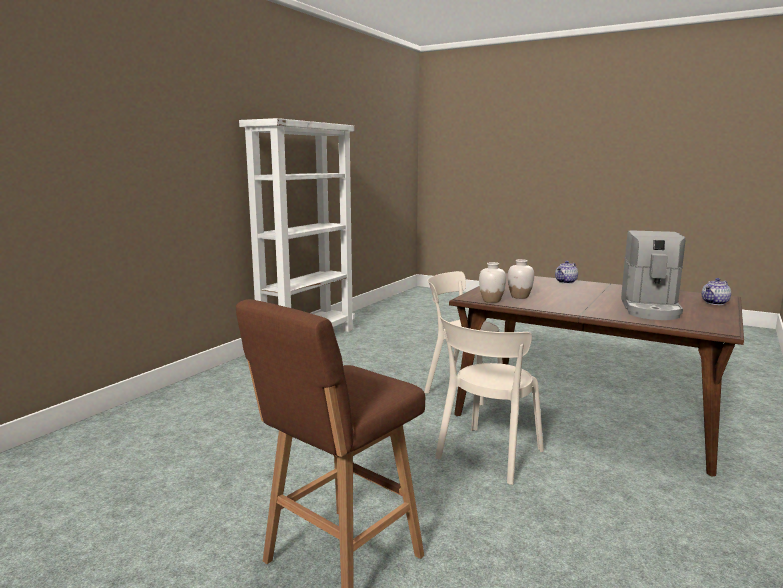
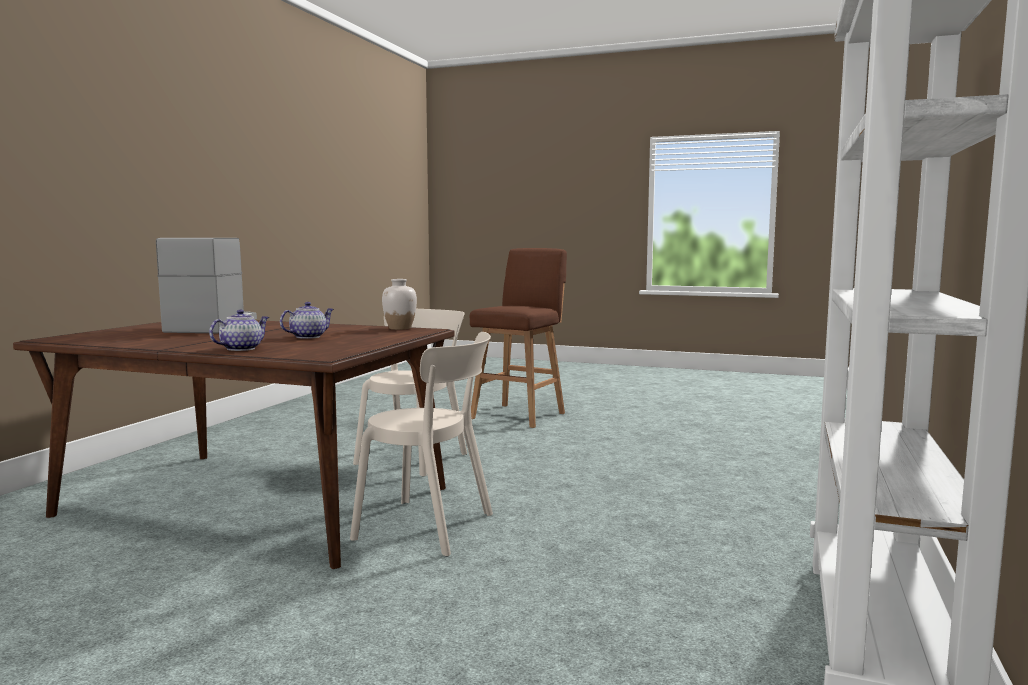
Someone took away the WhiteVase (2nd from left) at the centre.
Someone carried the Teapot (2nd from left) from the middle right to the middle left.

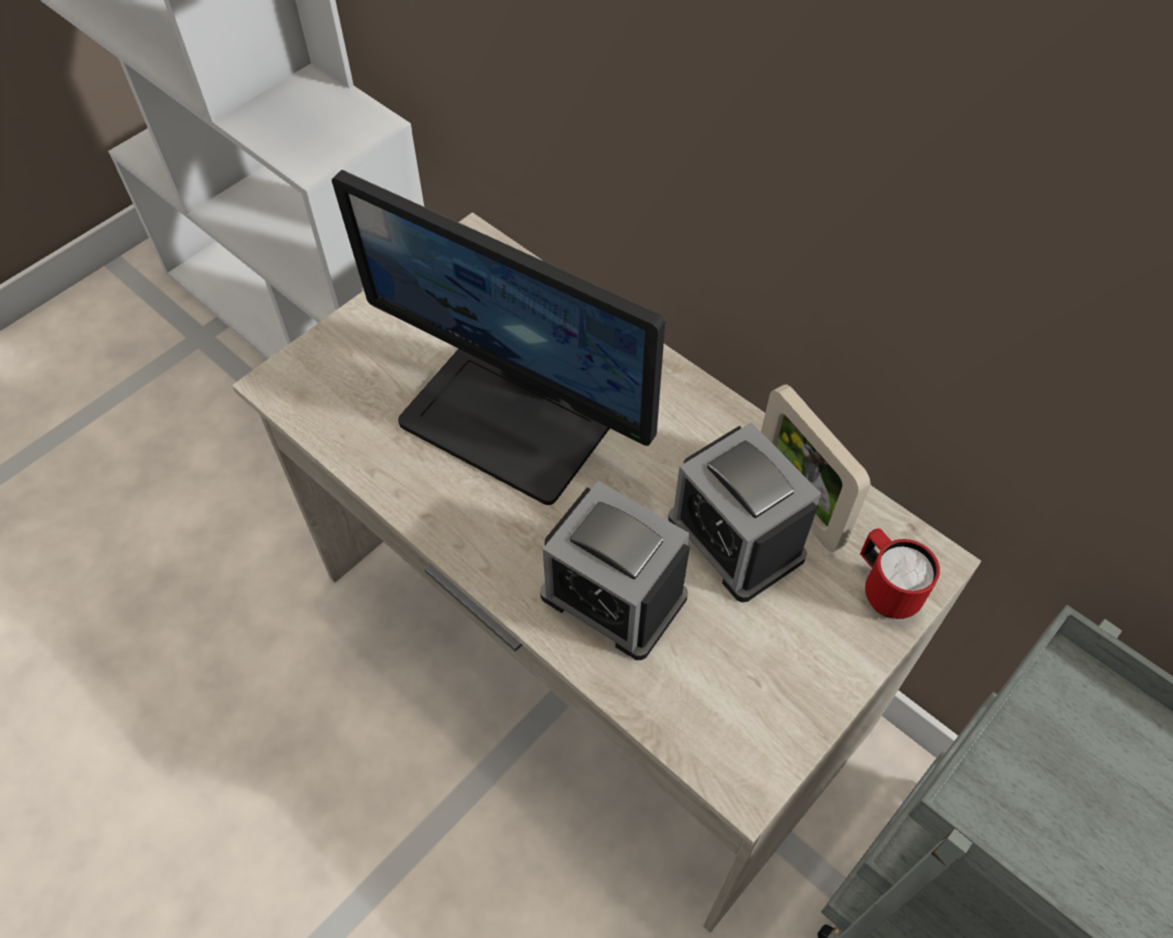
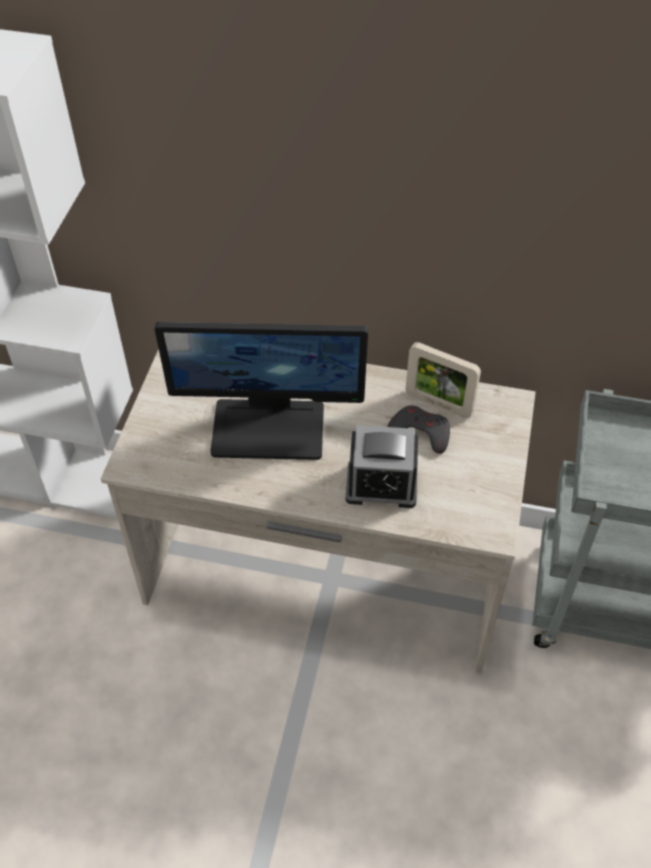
Someone swapped the AlarmClock (2nd from left) at the centre for the GreyGameController at the centre.
Someone took away the RedMug at the middle right.

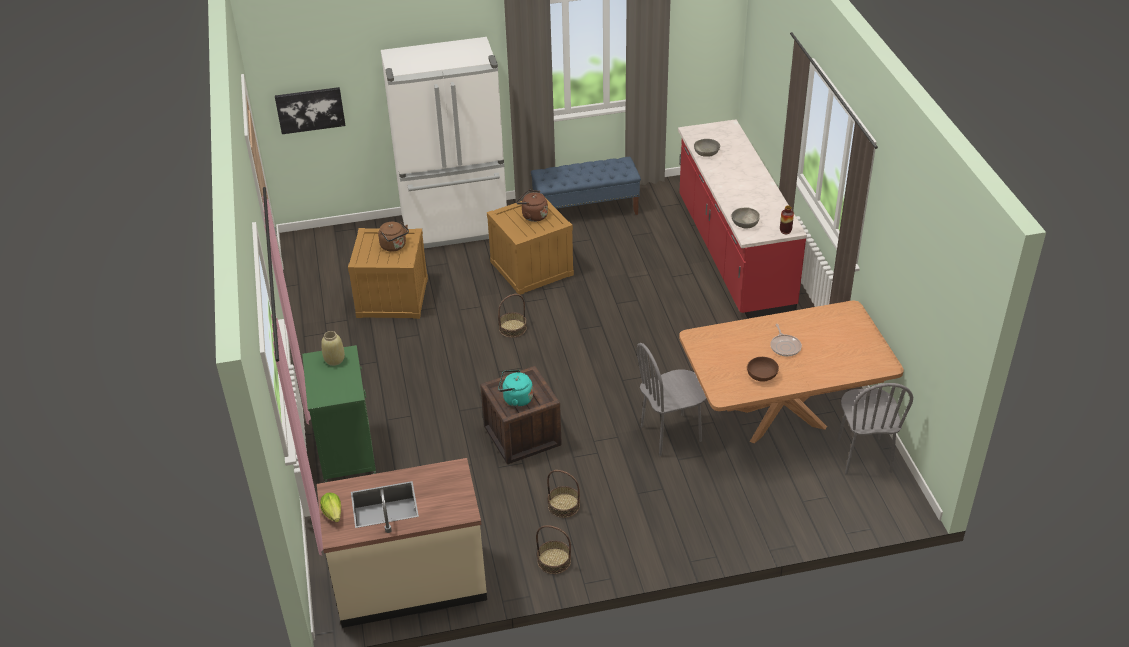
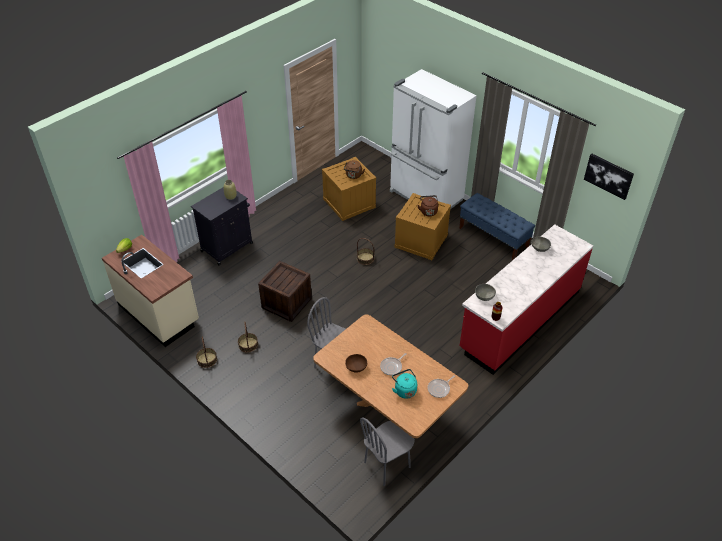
Someone carried the Picture from the top left to the top right.
Someone repainted the GreenCabinet at the middle left, which became the BlackCabinet at the middle left.
Someone carried the TurquoiseKettle from the centre to the bottom centre.
Someone put down the FryingPan (2nd from left) at the bottom centre.

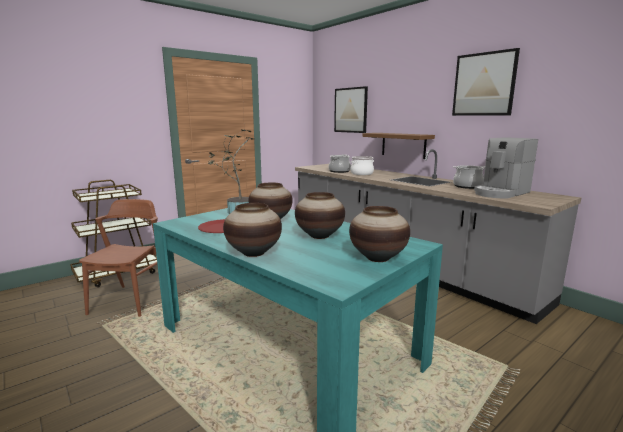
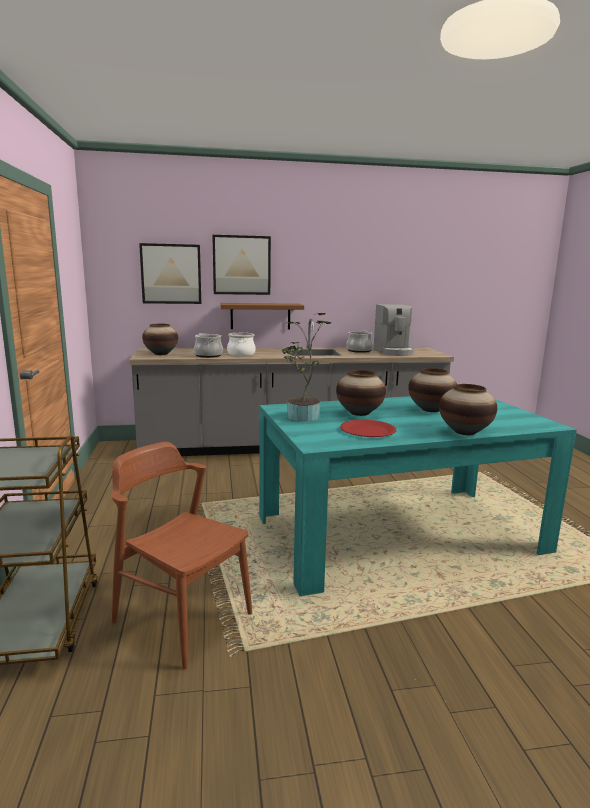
Someone carried the Picture (2nd from left) from the top right to the top centre.
Someone carried the Vase (4th from left in the first image) from the centre to the middle left.

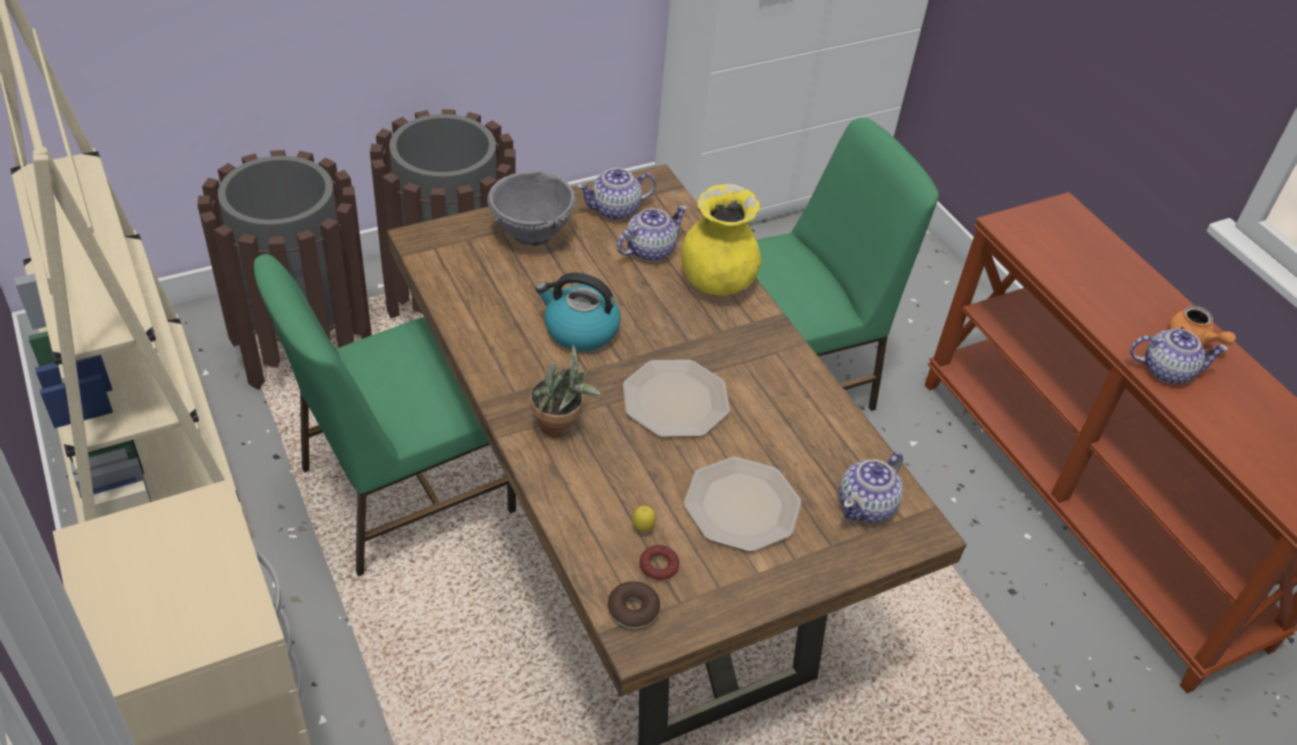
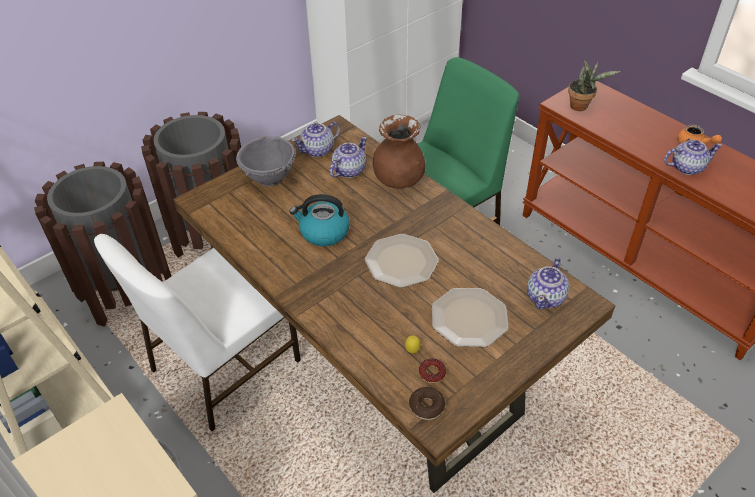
Someone repainted the YellowVase at the top centre, which became the BrownVase at the top centre.
Someone repainted the GreenChair (1st from left) at the middle left, which became the WhiteChair at the bottom left.
Someone carried the PottedPlant from the centre to the top right.

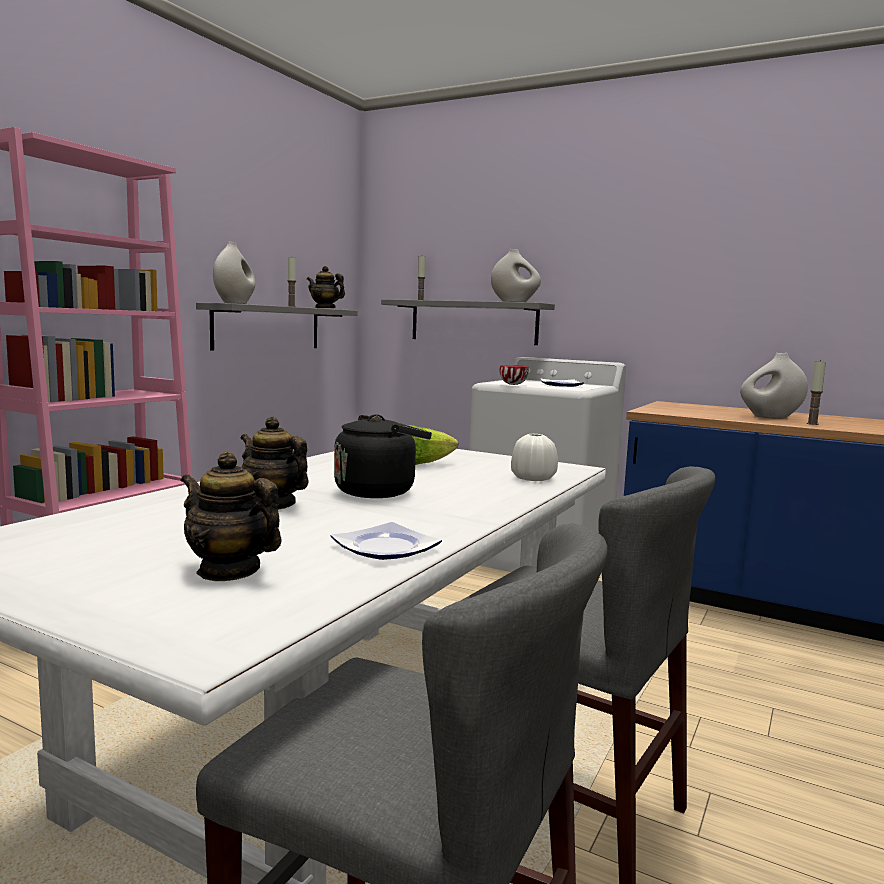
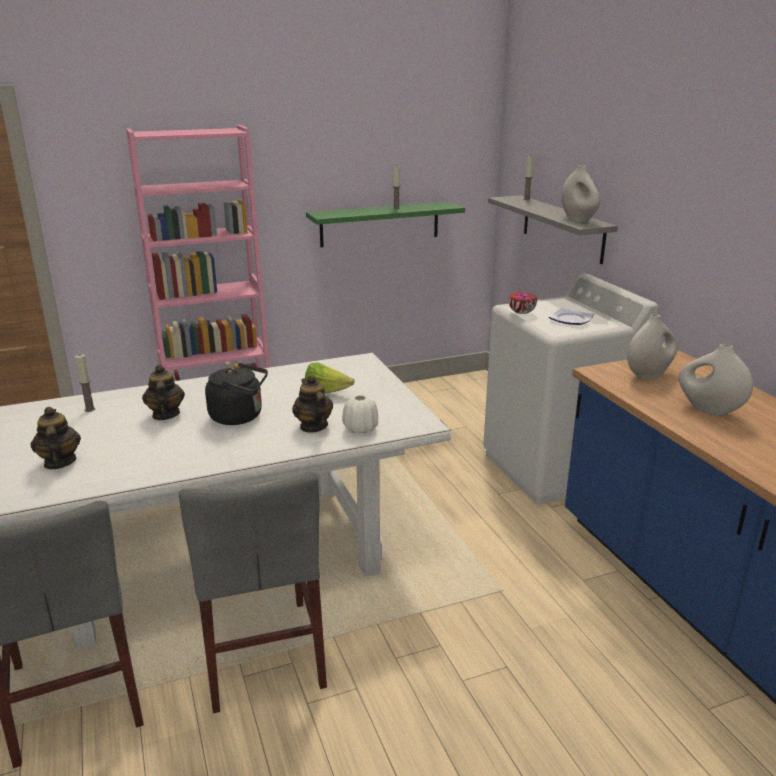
Someone carried the WhiteVase (1st from left in the first image) from the top left to the middle right.
Someone carried the Teapot (3rd from left) from the top centre to the centre.
Someone repainted the GreyShelf (1st from left) at the middle left, which became the GreenShelf at the top centre.
Someone carried the Candle (3rd from left in the first image) from the middle right to the middle left.
Someone took away the Plate (1st from left) at the centre.

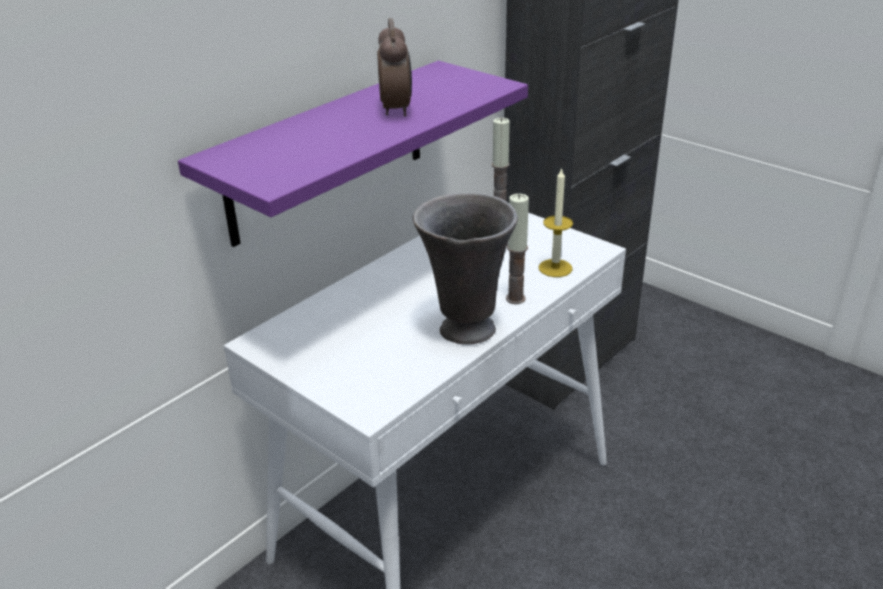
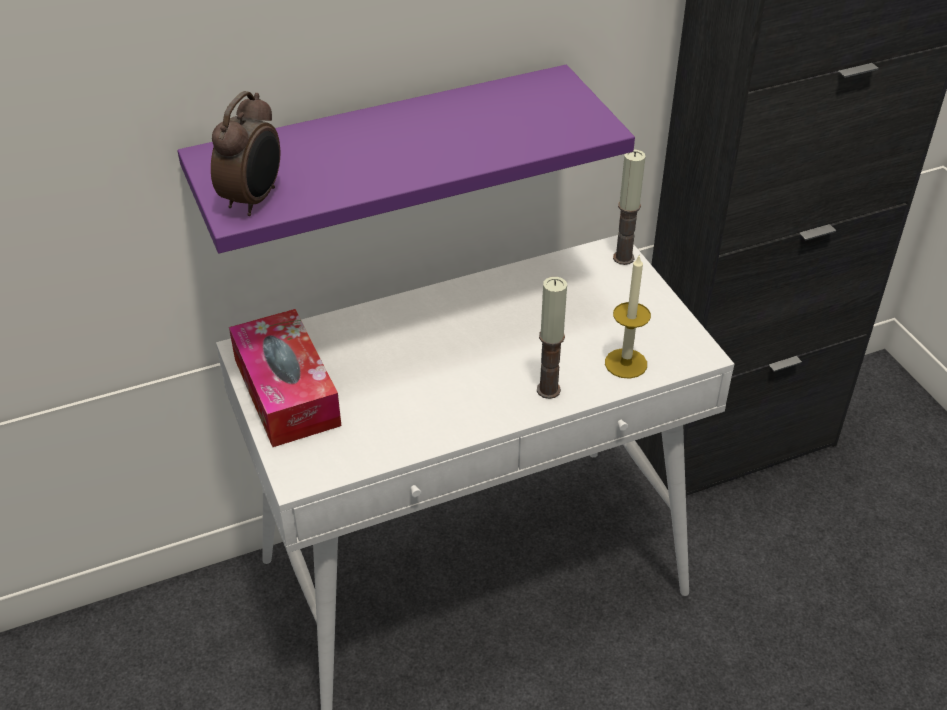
Someone carried the AlarmClock from the top centre to the top left.
Someone took away the GreyVase at the centre.
Someone put down the TissueBox at the middle left.

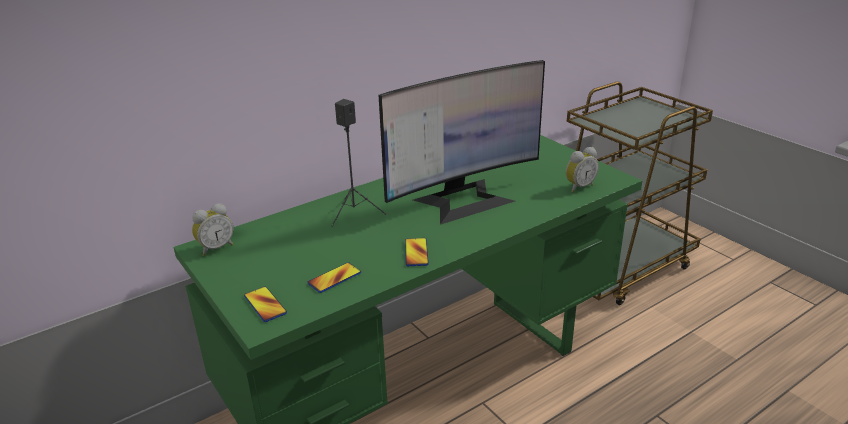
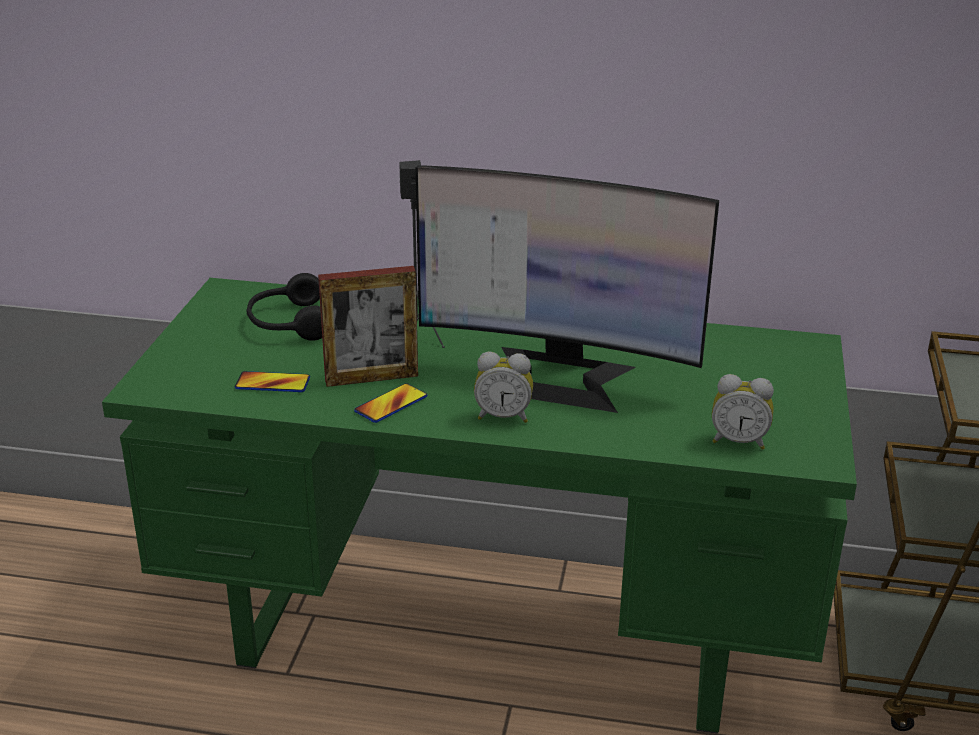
Someone carried the AlarmClock (1st from left) from the middle left to the centre.
Someone took away the Phone (1st from left) at the bottom left.
Someone put down the PictureFrame at the centre.
Someone put down the BlackHeadphones at the middle left.

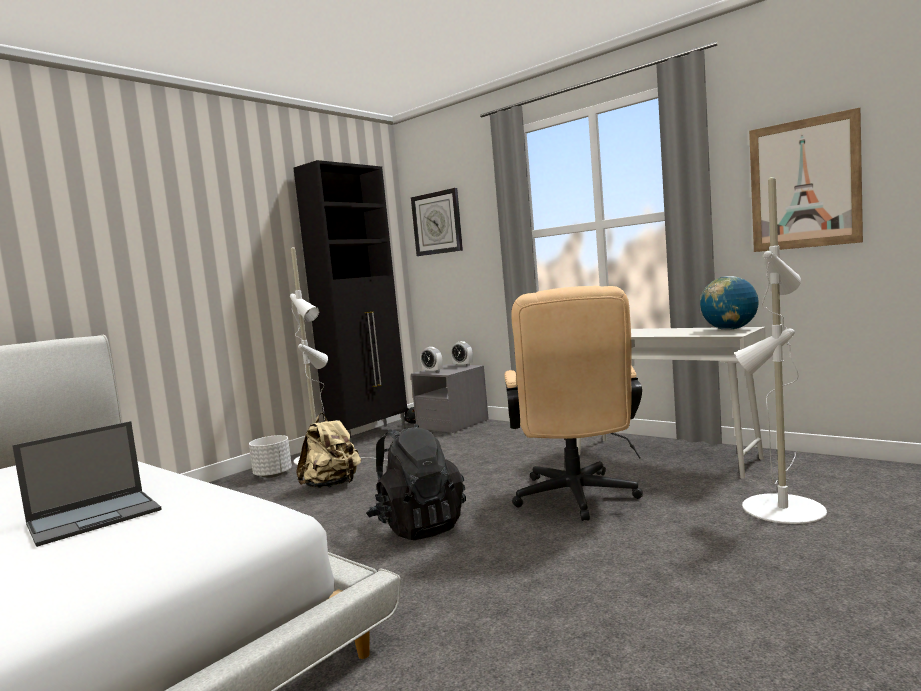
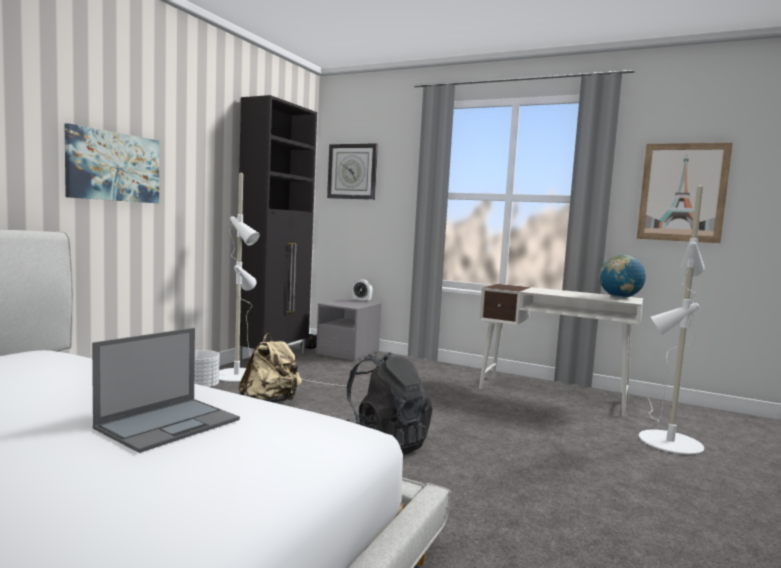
Someone took away the BeigeOfficeChair at the centre.
Someone took away the AlarmClock (1st from left) at the centre.
Someone put up the Picture (1st from left) at the top left.

